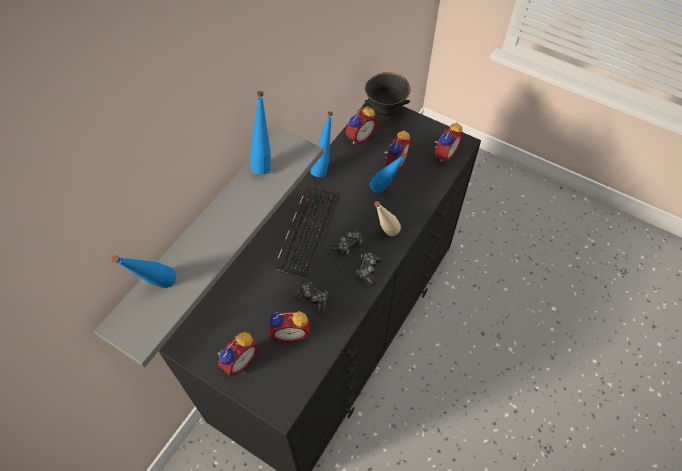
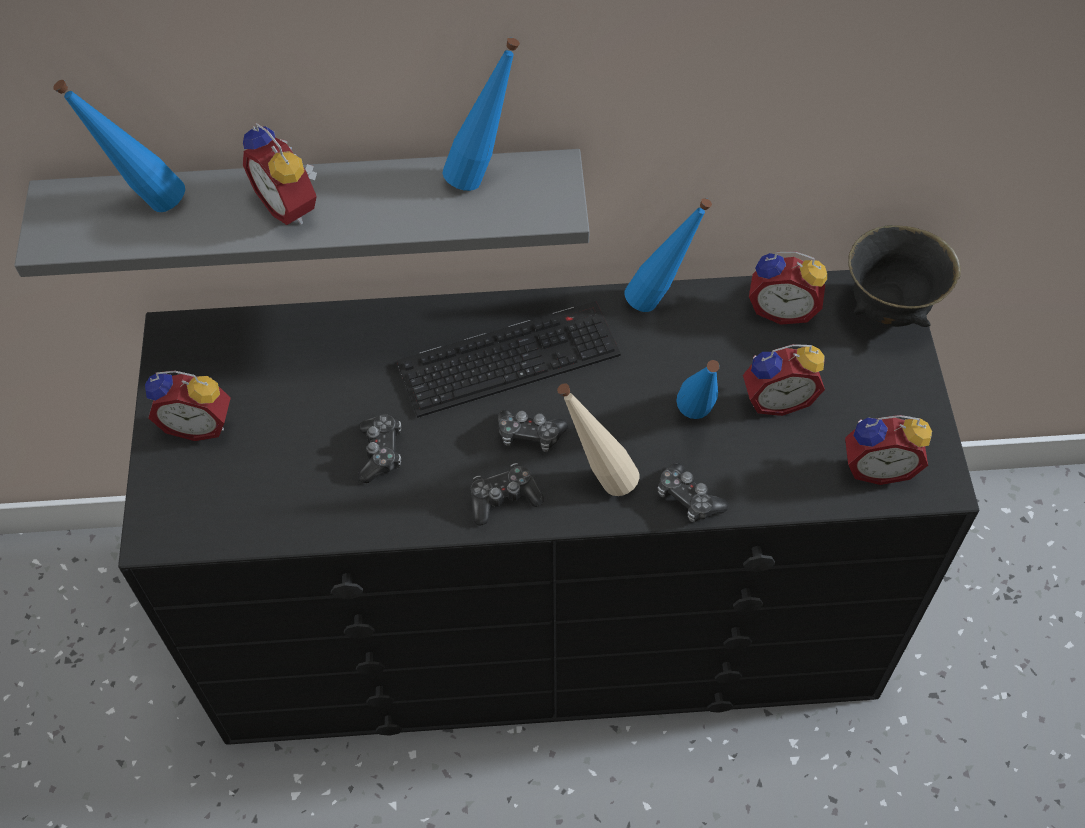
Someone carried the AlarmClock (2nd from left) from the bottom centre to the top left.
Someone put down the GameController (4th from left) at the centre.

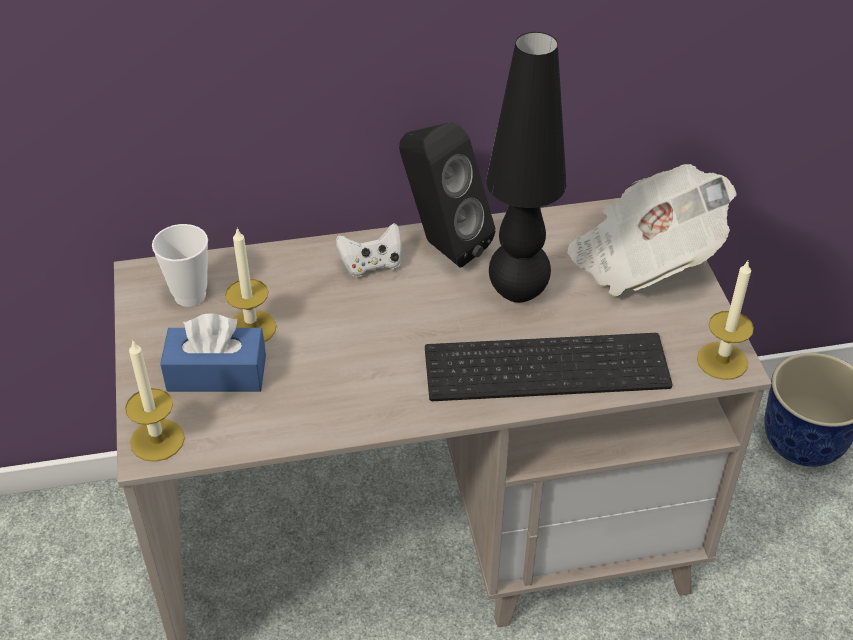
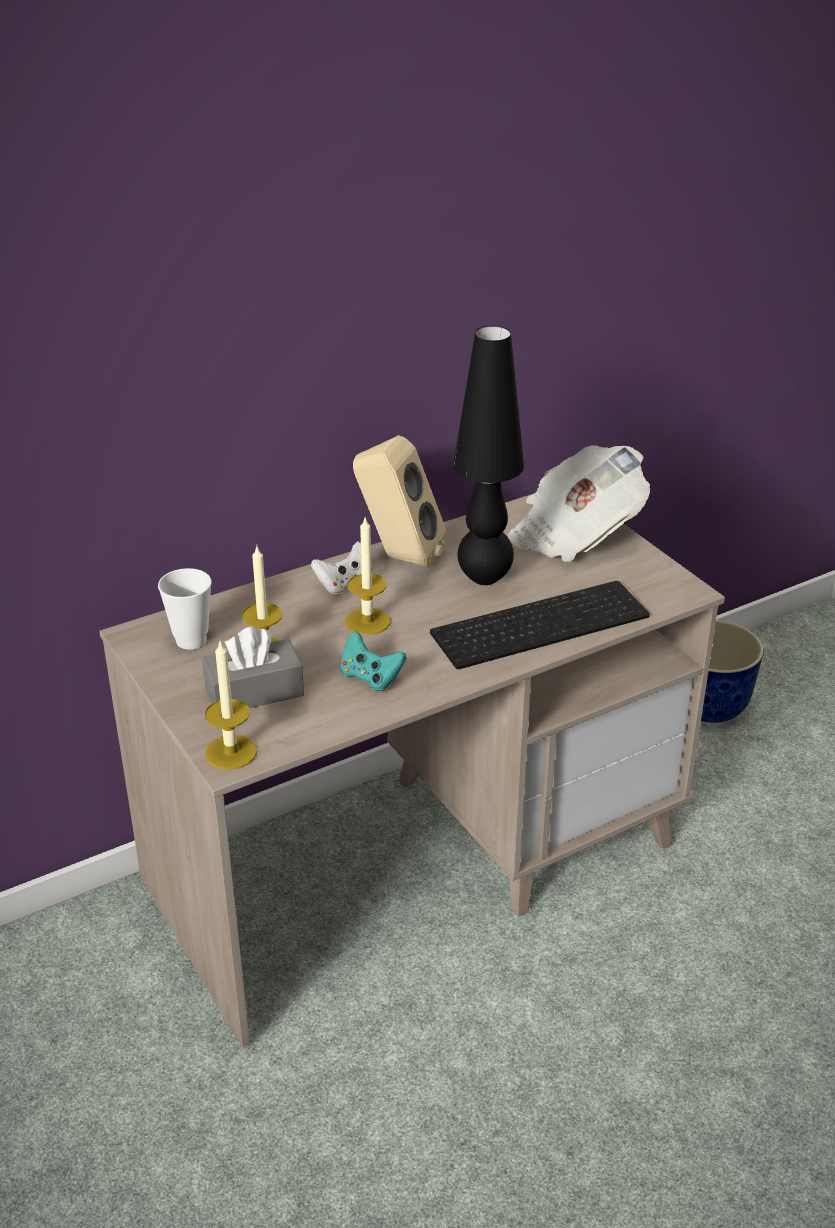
Someone repainted the BlackSpeaker at the top centre, which became the BeigeSpeaker at the centre.
Someone carried the Candle (3rd from left) from the middle right to the centre.
Someone repainted the BlueTissueBox at the middle left, which became the GreyTissueBox at the middle left.
Someone put down the TurquoiseGameController at the centre.

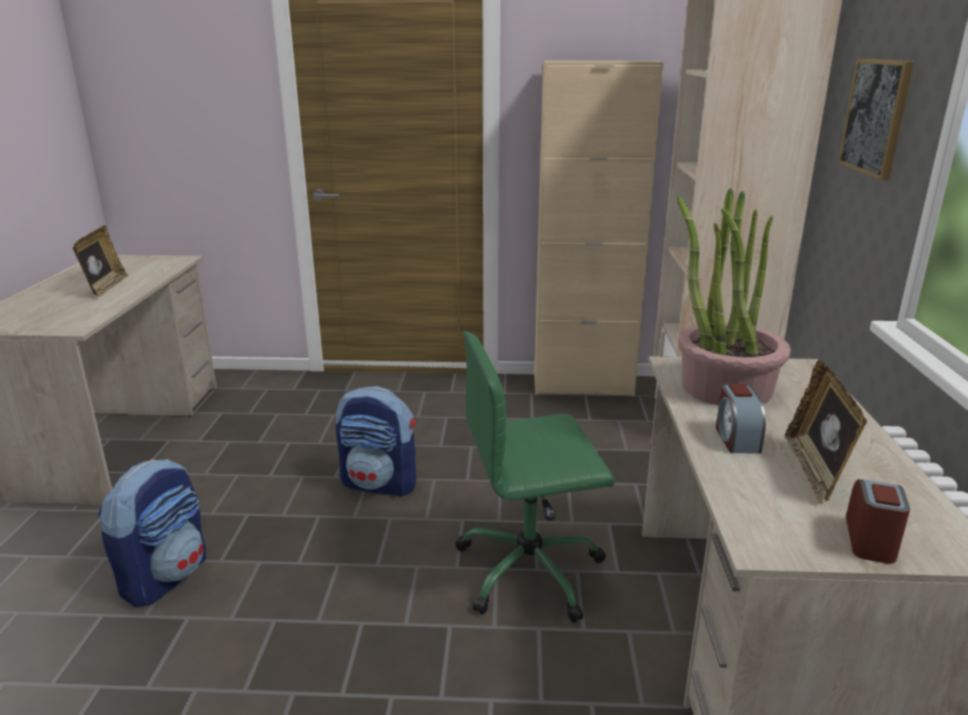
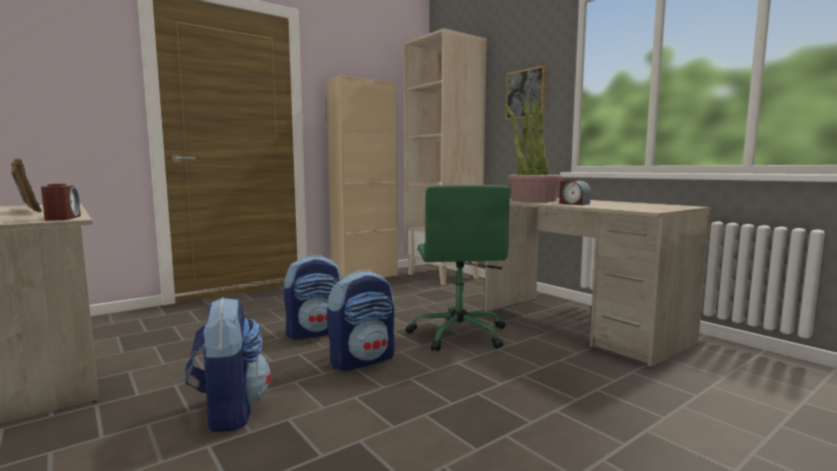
Someone rotated the GreenOfficeChair at the bottom centre by 45 degrees counterclockwise.
Someone took away the PictureFrame (2nd from left) at the middle right.
Someone carried the AlarmClock (2nd from left in the first image) from the bottom right to the middle left.
Someone put down the Backpack (3rd from left) at the bottom centre.

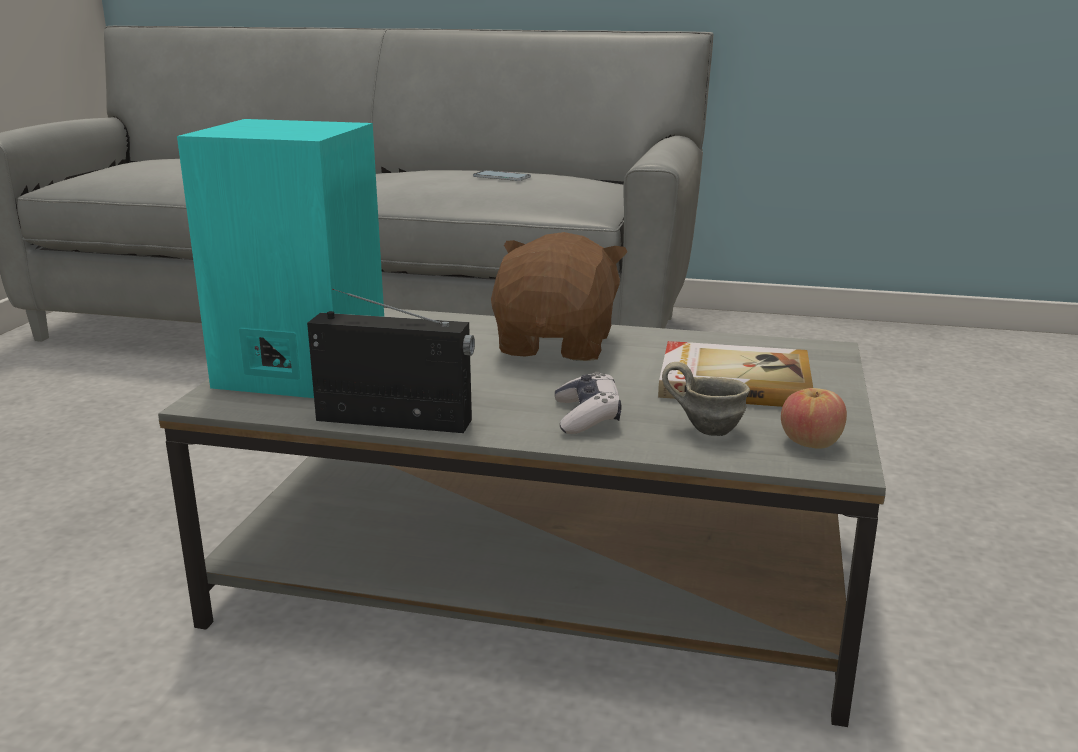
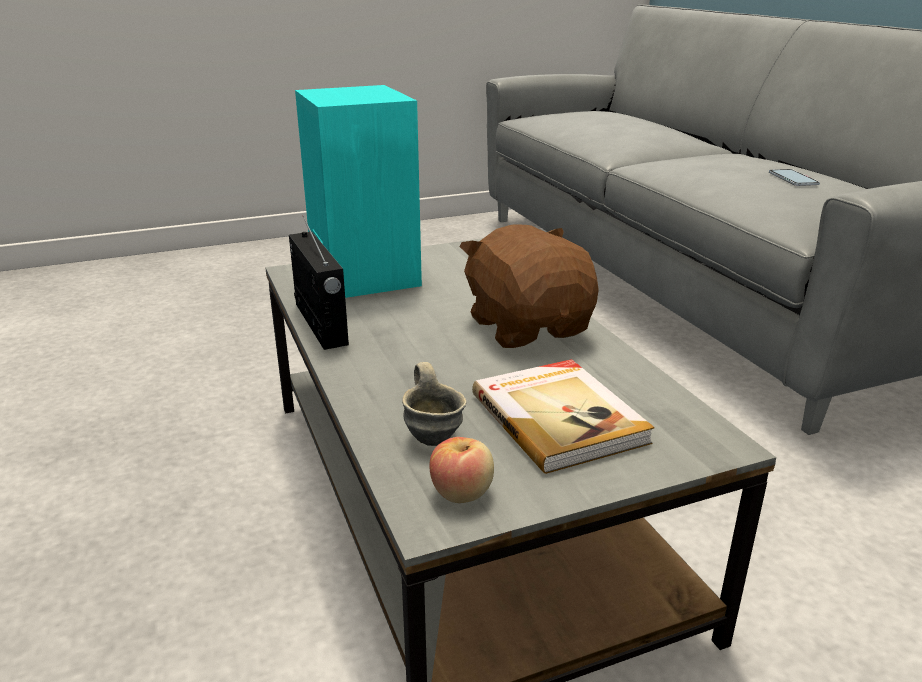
Someone rotated the BrownPlushToy at the centre by 90 degrees counterclockwise.
Someone took away the GameController at the centre.

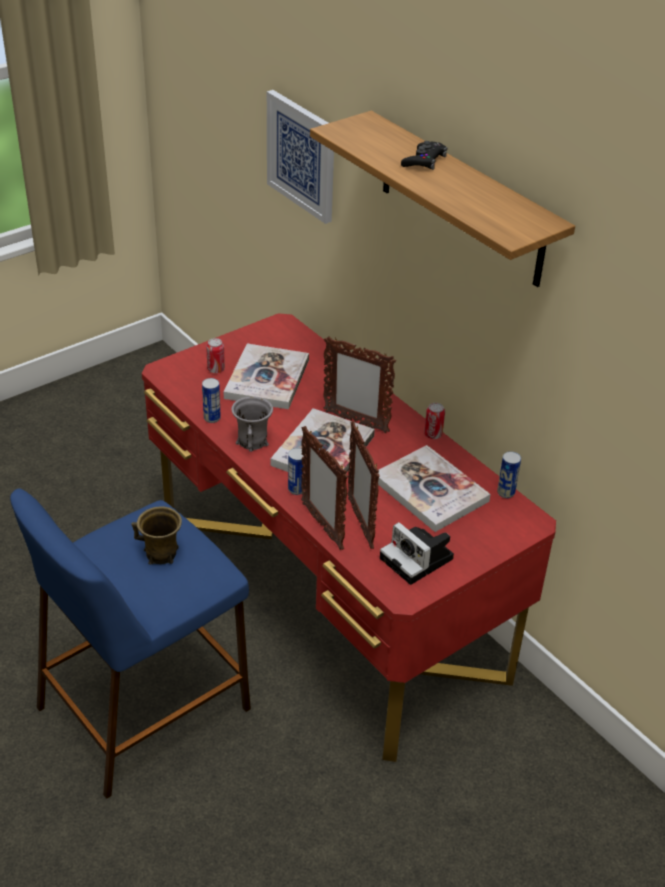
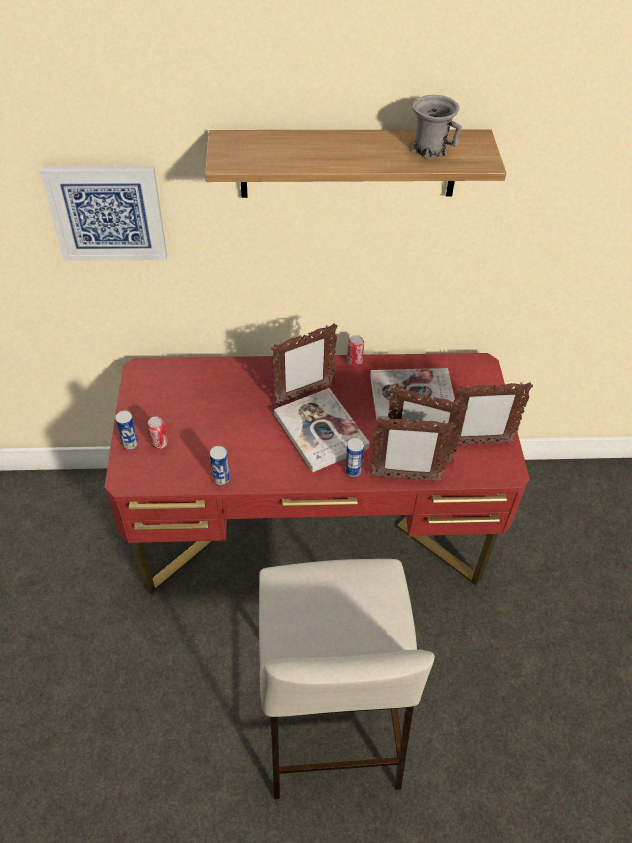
Someone took away the BlackGameController at the top centre.
Someone took away the Book (1st from left) at the centre.
Someone carried the GreyMug from the centre to the top right.
Someone carried the Can (5th from left in the first image) from the middle right to the middle left.
Someone repainted the BlueStool at the bottom left, which became the BeigeStool at the bottom centre.
Someone took away the BrownMug at the middle left.
Someone swapped the PhotoCamera at the centre for the PictureFrame (4th from left) at the middle right.

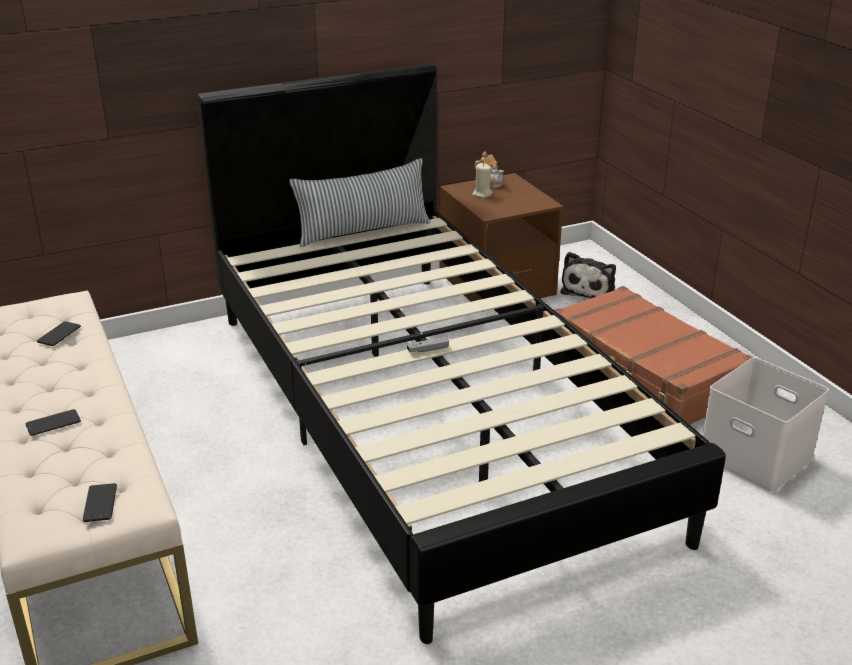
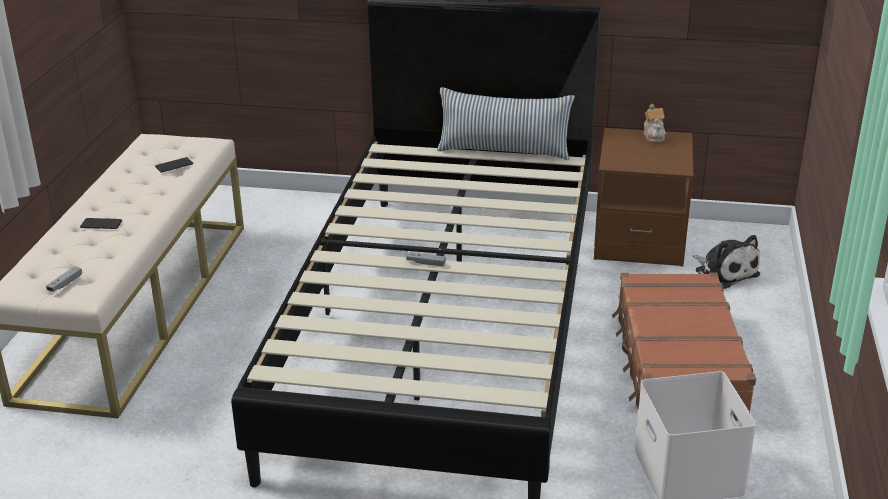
Someone took away the BeigeCandle at the top centre.
Someone rotated the PlushToy at the middle right by 90 degrees counterclockwise.
Someone swapped the Phone (3rd from left) at the bottom left for the GreyGameController (1st from left) at the middle left.

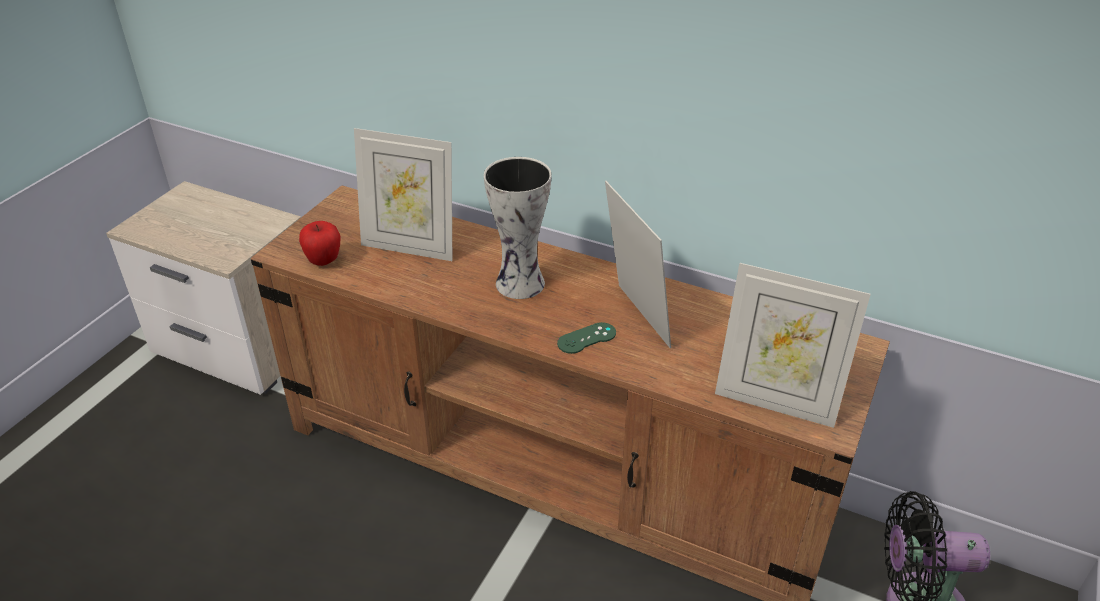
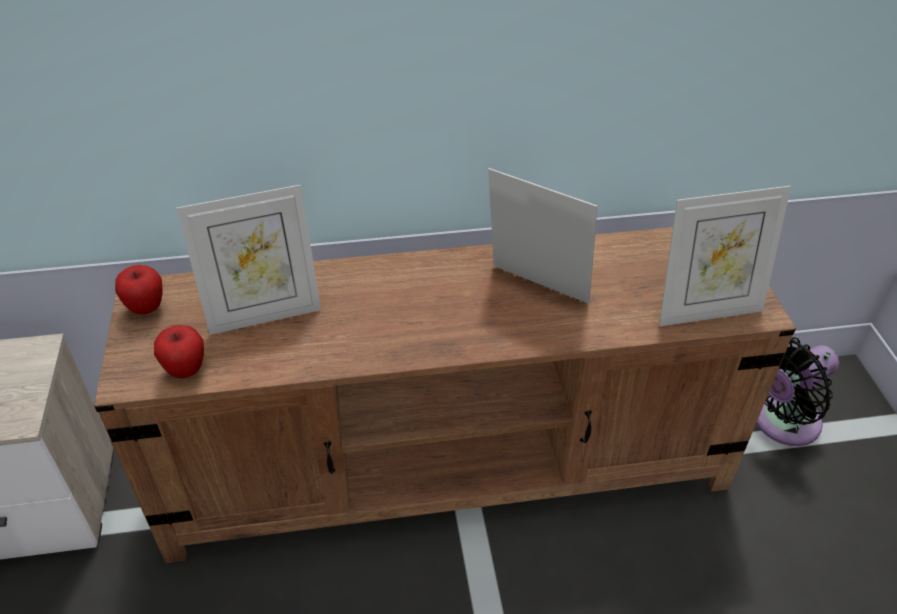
Someone took away the Vase at the centre.
Someone took away the GreenGameController at the centre.
Someone put down the Apple (1st from left) at the middle left.

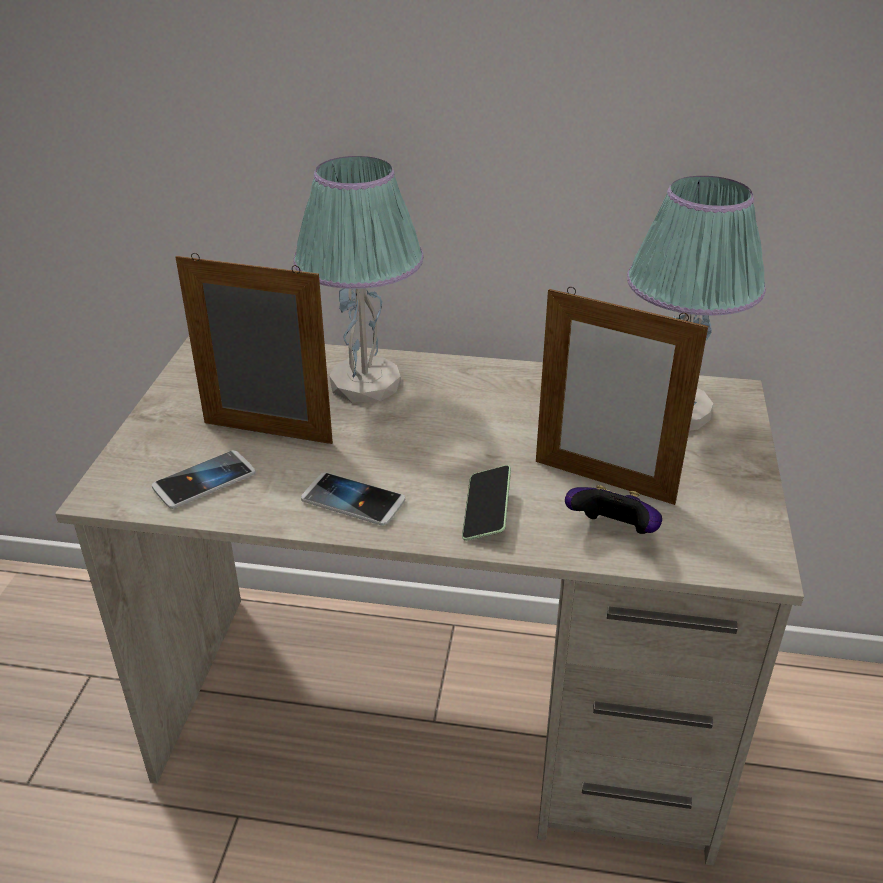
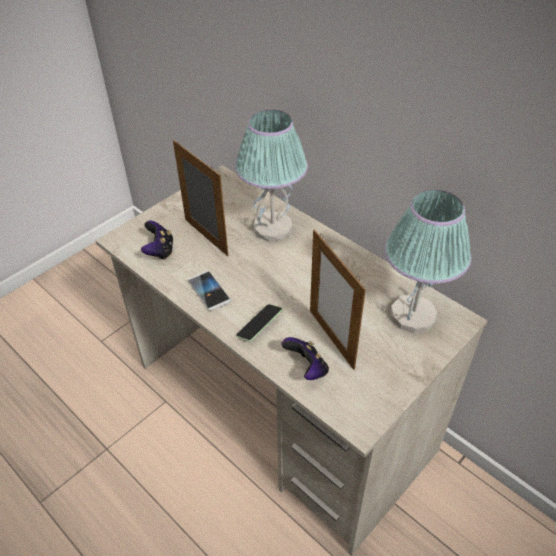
Someone swapped the Phone (1st from left) at the middle left for the GameController (1st from left) at the middle left.

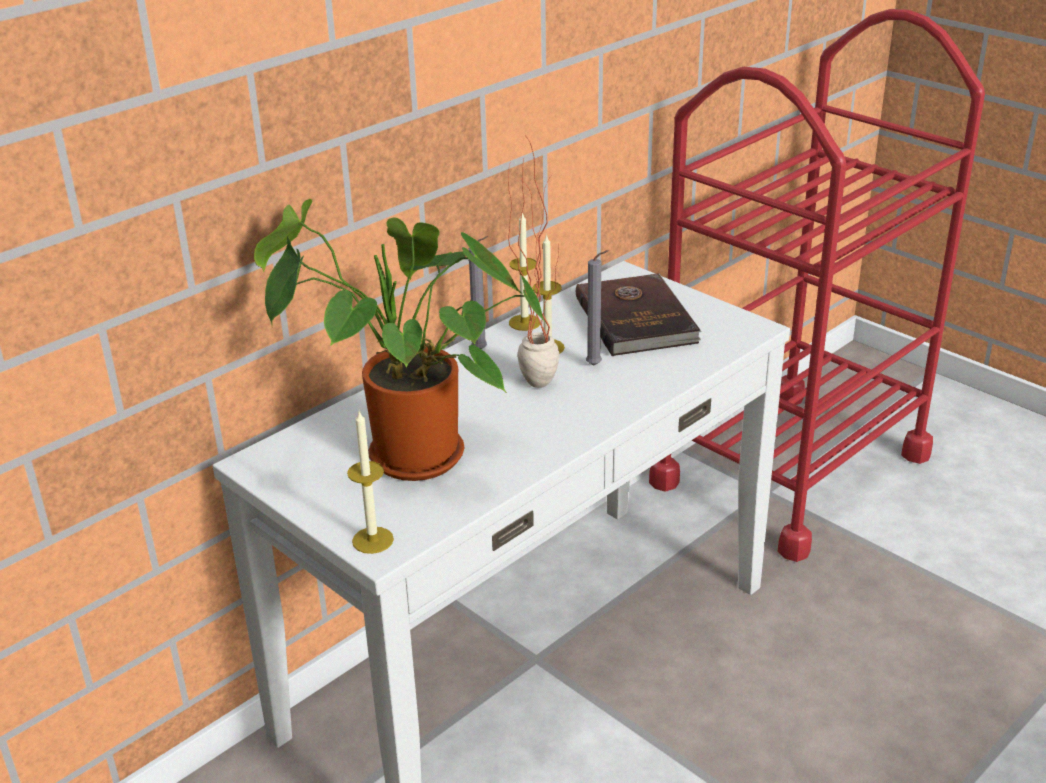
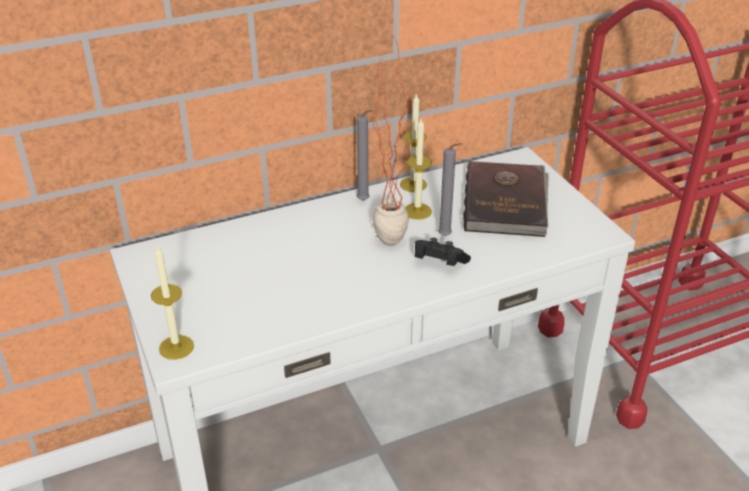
Someone took away the PottedPlant (1st from left) at the centre.
Someone put down the BlackGameController at the centre.

